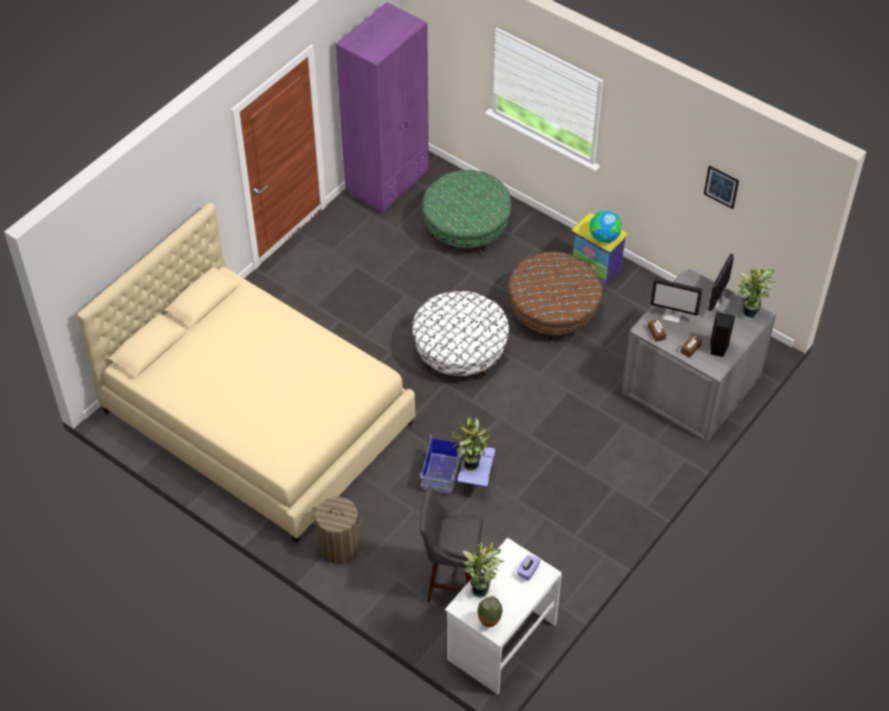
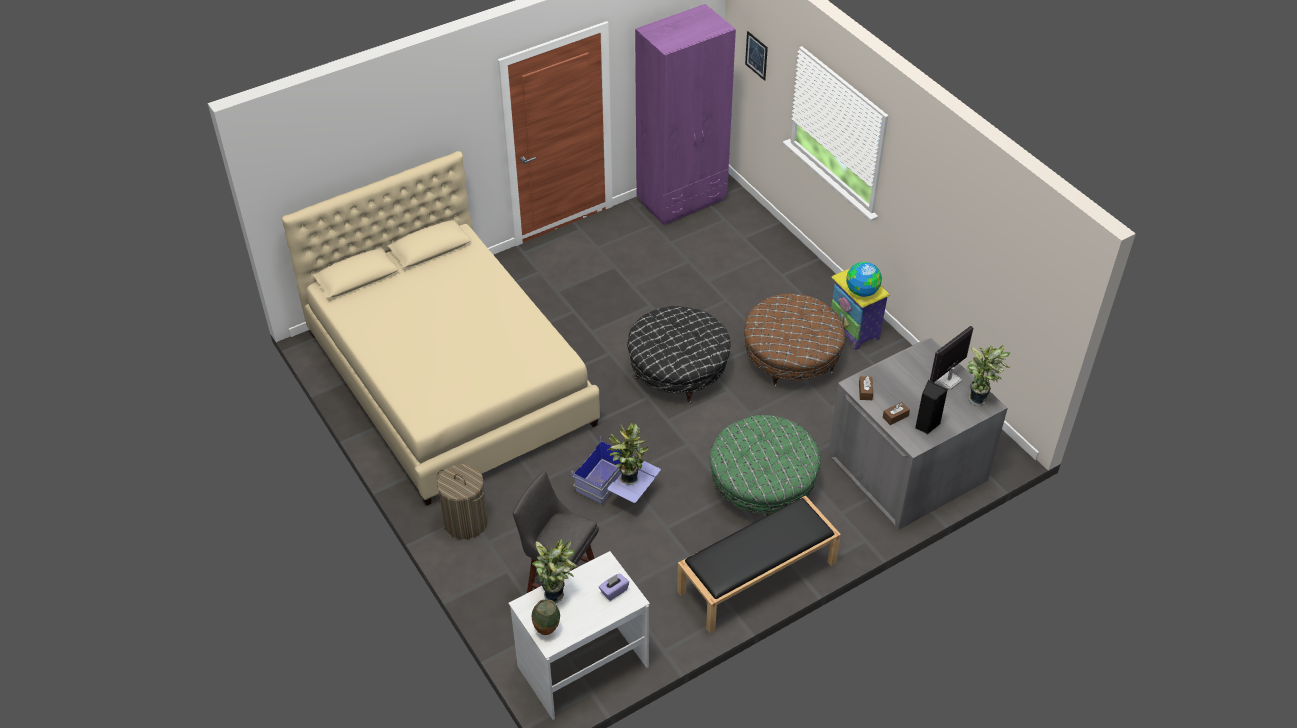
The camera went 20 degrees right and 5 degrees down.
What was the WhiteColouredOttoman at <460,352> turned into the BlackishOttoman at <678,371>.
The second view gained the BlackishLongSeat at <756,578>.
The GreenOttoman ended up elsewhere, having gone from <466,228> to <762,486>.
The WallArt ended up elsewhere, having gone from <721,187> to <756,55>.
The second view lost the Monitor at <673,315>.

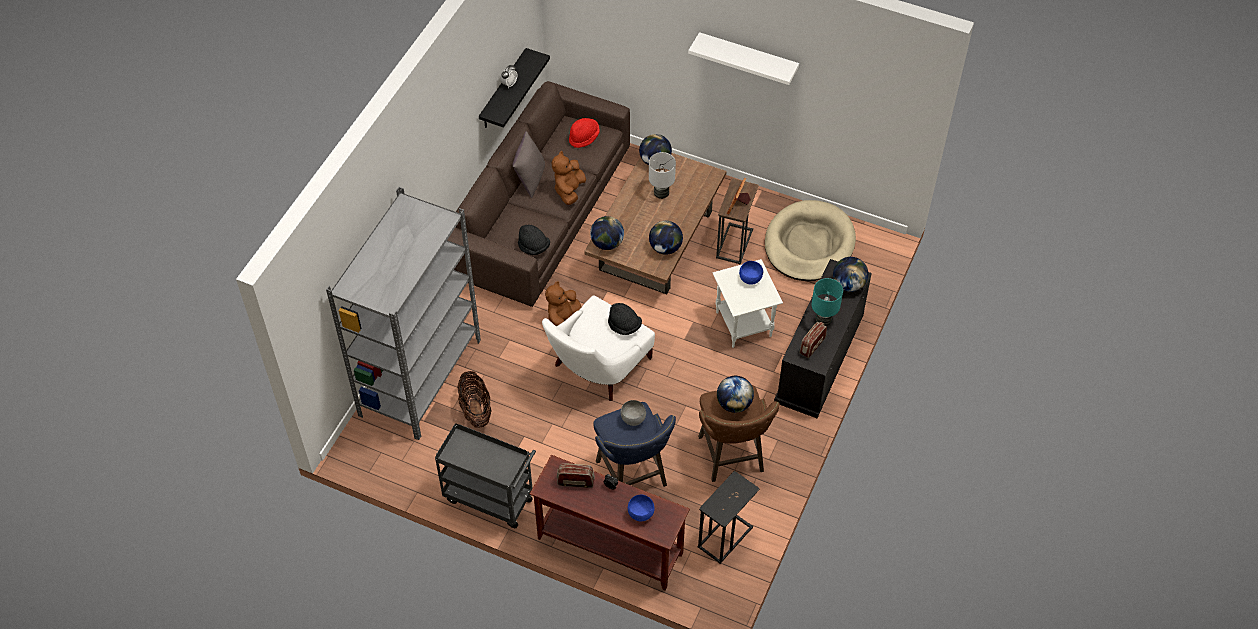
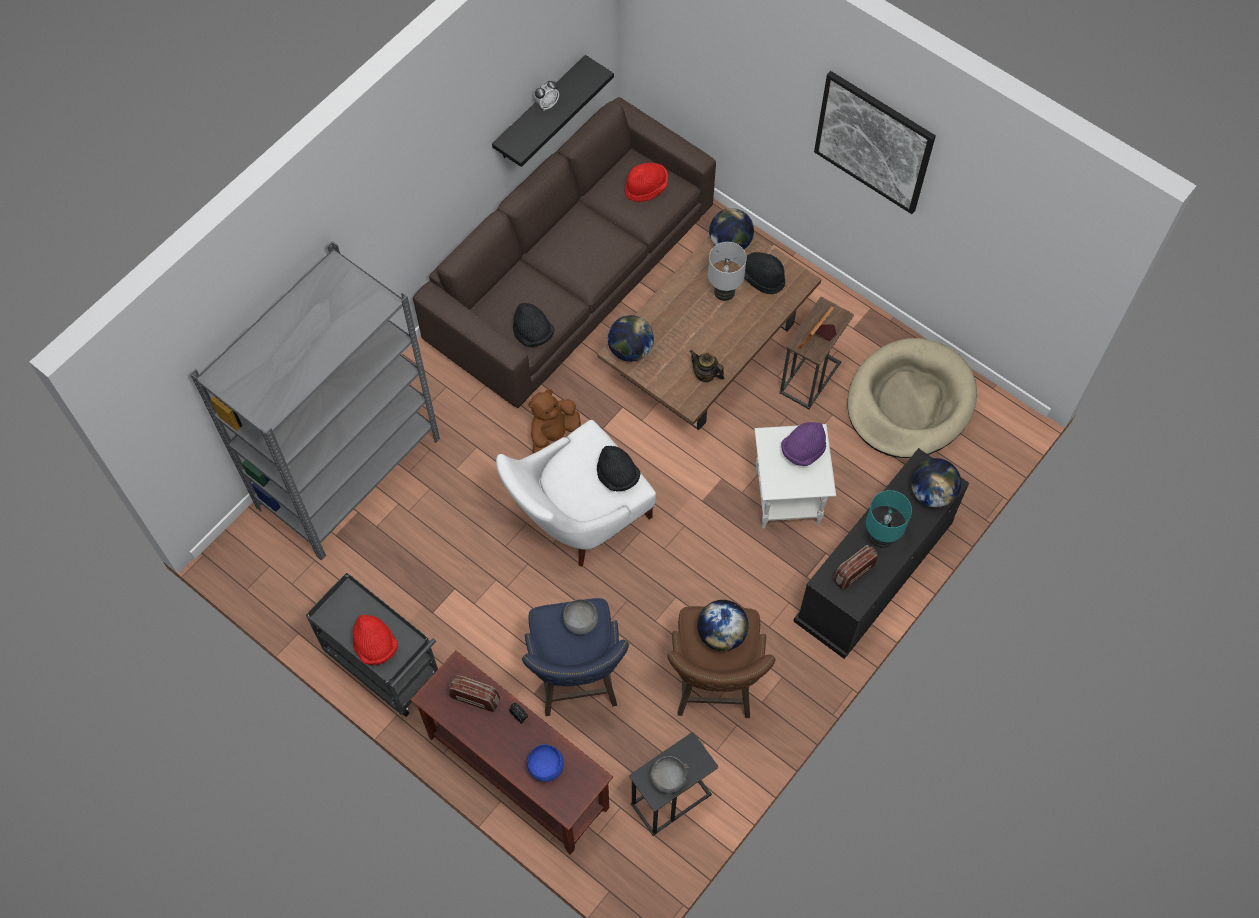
The camera went 15 degrees right and 10 degrees up.
The second view gained the RedClothingHat at <375,645>.
The second view gained the GreyishDeepDish at <669,779>.
Where the Globe stood at <665,248>, the TeaPot came to stand at <705,374>.
The second view gained the BlackishClothingHat at <763,278>.
Where the BlueColouredDeepDish stood at <751,279>, the PurplishClothingHat came to stand at <803,450>.
Where the WhiteColouredWallShelf hung at <748,57>, the WallArt came to hang at <873,142>.
The second view lost the Basket at <476,410>.
The second view lost the GreyishThrowPillow at <530,180>.
The second view lost the BrownColouredSoftToy at <569,190>.

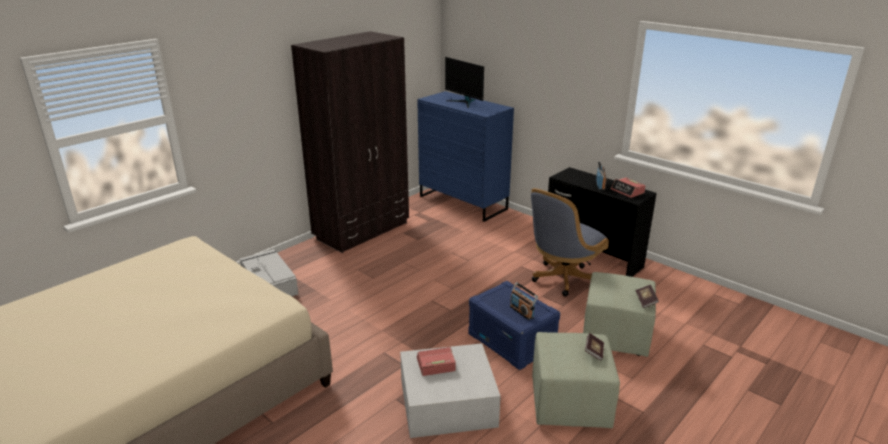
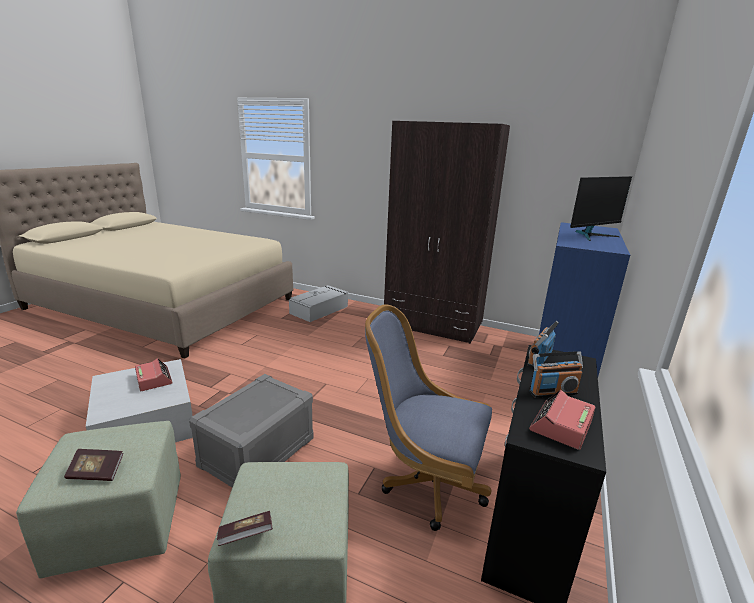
The camera went 70 degrees right and 5 degrees down.
What was the BlueColouredStorageBin at <512,341> turned into the GreyishStorageBin at <258,452>.
The RadioSet ended up elsewhere, having gone from <522,312> to <539,359>.
The Monitor at <464,102> ended up facing another way, 150 degrees counterclockwise from before.

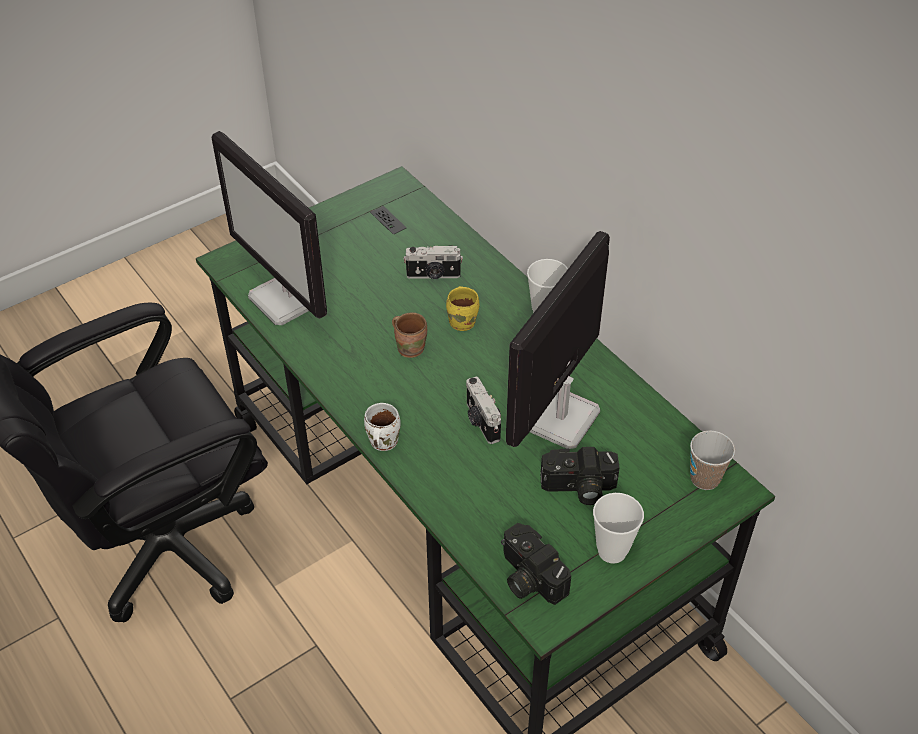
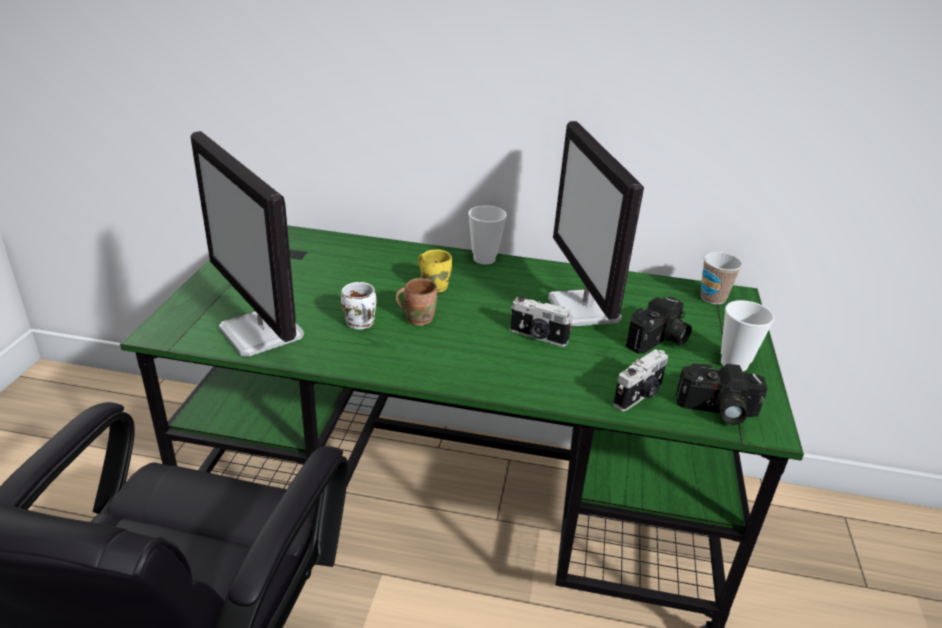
The camera went 45 degrees left and 15 degrees down.
The Monitor at <287,299> ended up facing another way, 45 degrees clockwise from before.
The WhiteColouredTeaMug ended up elsewhere, having gone from <381,442> to <359,324>.
The StillCamera ended up elsewhere, having gone from <433,275> to <639,396>.

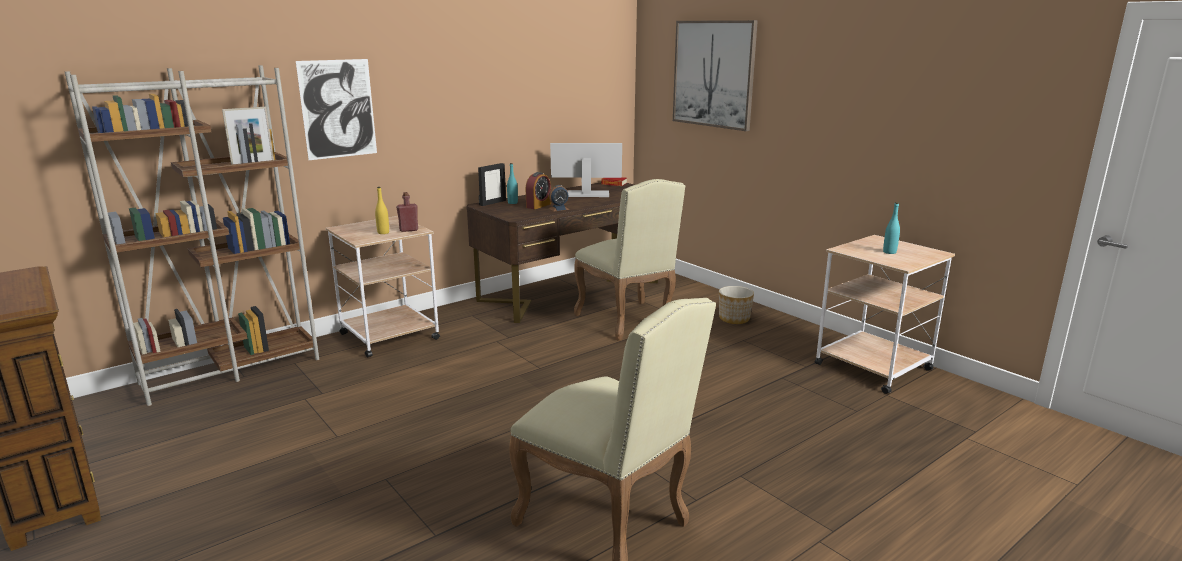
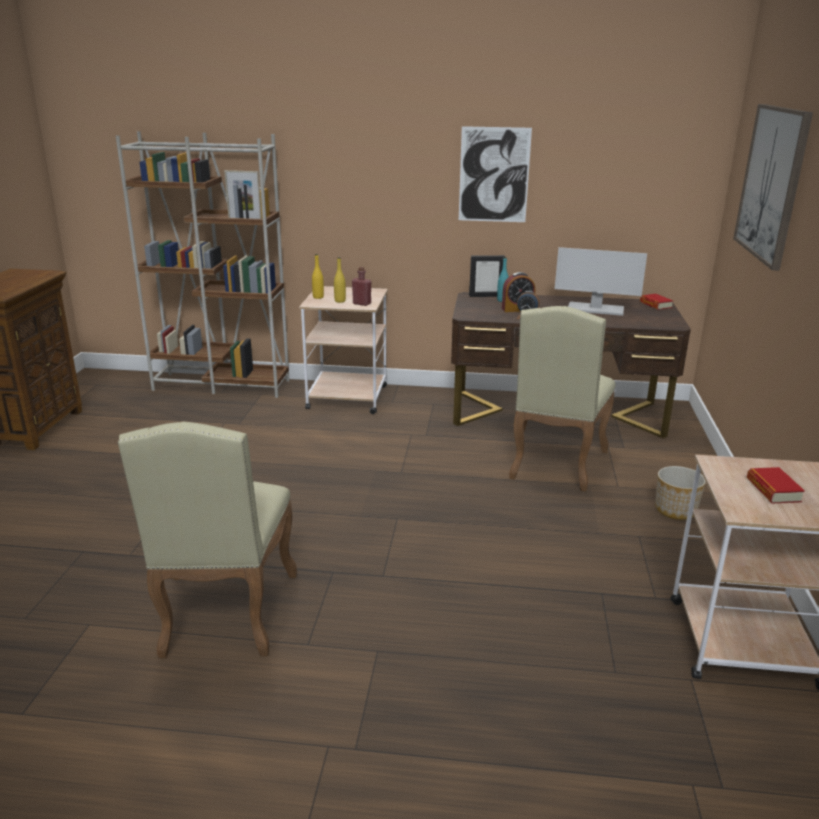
The camera went 45 degrees right and 5 degrees up.
The second view gained the YellowishBottle at <318,297>.
The WallArt ended up elsewhere, having gone from <338,109> to <494,175>.
The Monitor at <586,194> ended up facing another way, 150 degrees clockwise from before.
Where the BlueGreenBottle stood at <889,252>, the Volume came to stand at <773,490>.

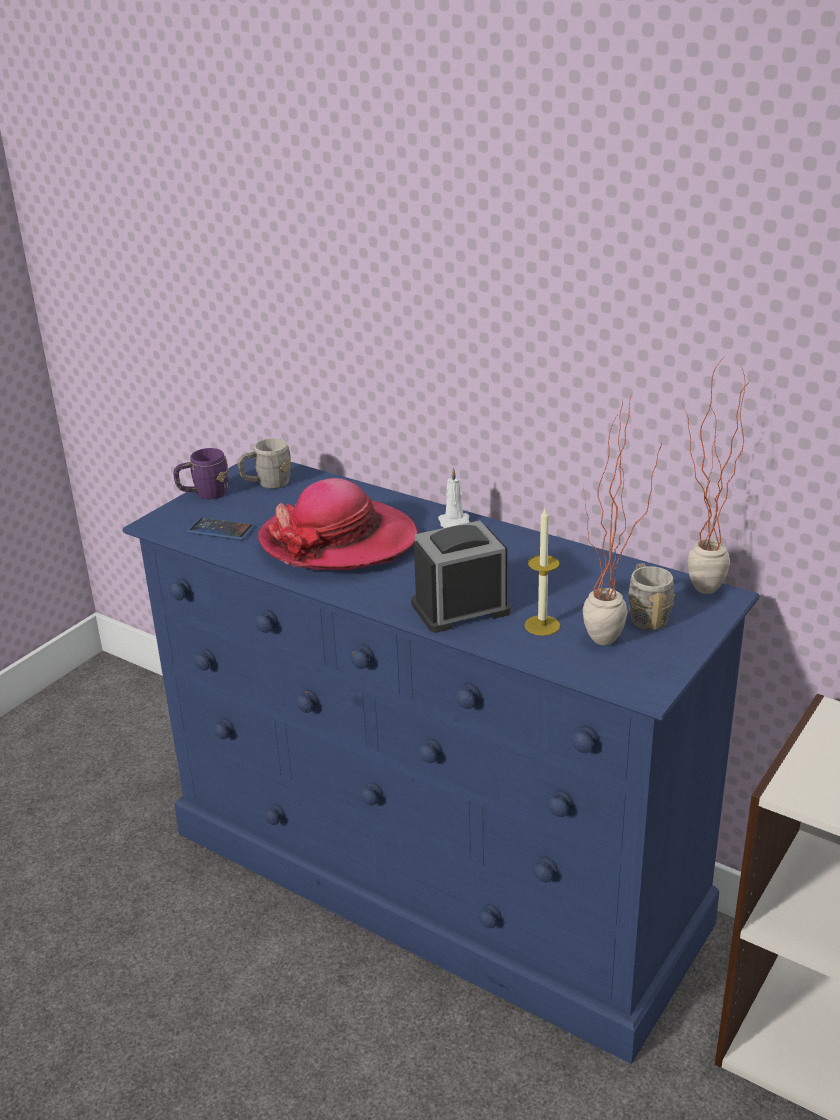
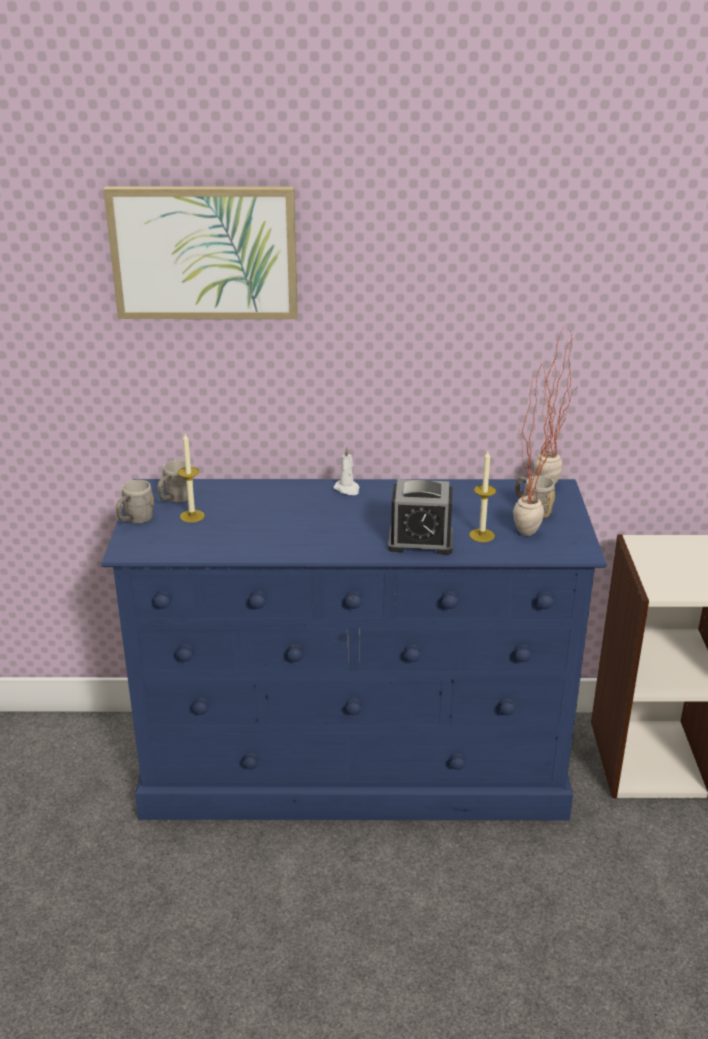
The camera went 35 degrees left and 0 degrees up.
The second view gained the WallArt at <204,252>.
What was the PurplishTeaMug at <204,494> turned into the GreyishTeaMug at <135,520>.
The second view gained the WaxCandle at <192,516>.
The BedsideClock at <460,608> ended up facing another way, 120 degrees counterclockwise from before.
The second view lost the Telephone at <221,530>.
The second view lost the ClothingHat at <338,541>.

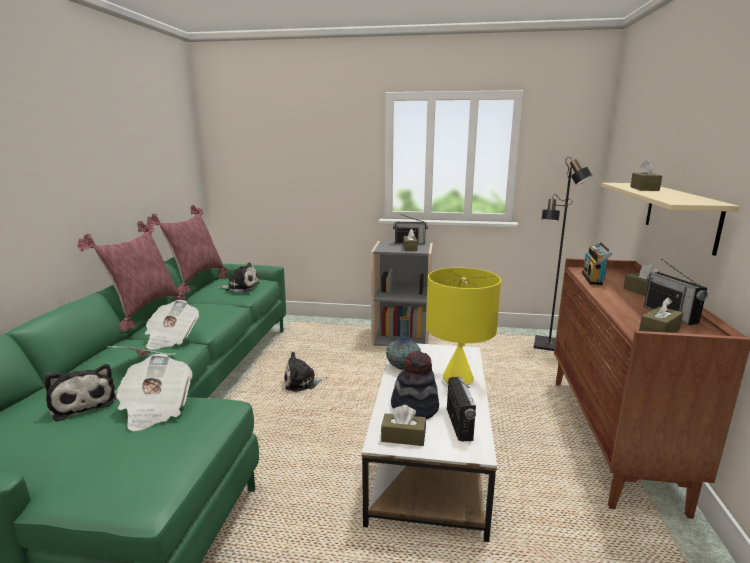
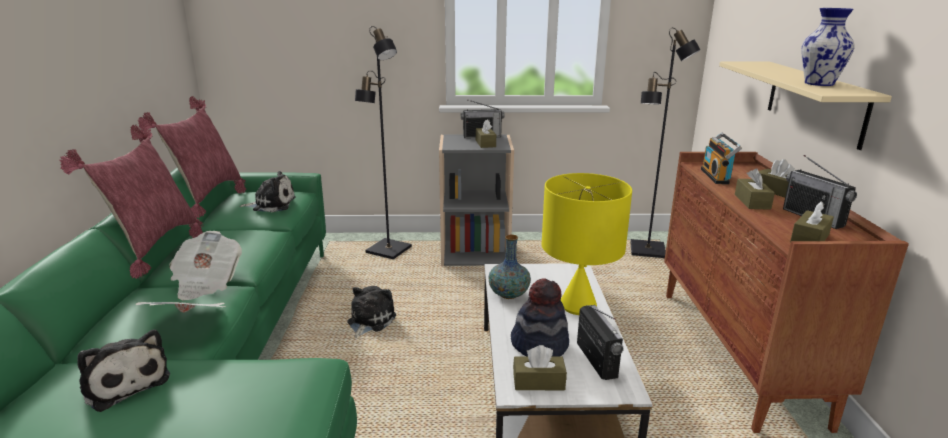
The camera went 10 degrees left and 5 degrees up.
The SoftToy at <302,382> ended up facing another way, 135 degrees clockwise from before.
The second view gained the BlackishStandingLamp at <388,250>.
The BrownColouredTissueHolder ended up elsewhere, having gone from <644,189> to <752,202>.
The second view gained the FlowerVase at <820,83>.
The second view lost the Newspaper at <155,408>.

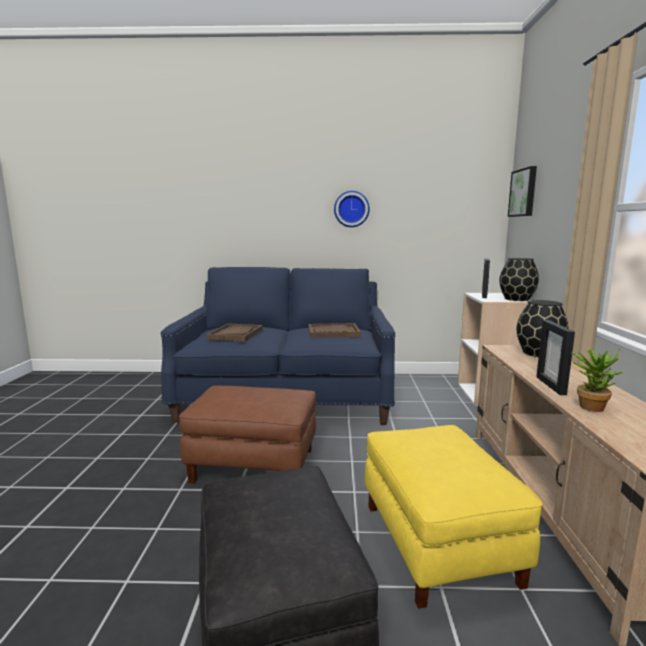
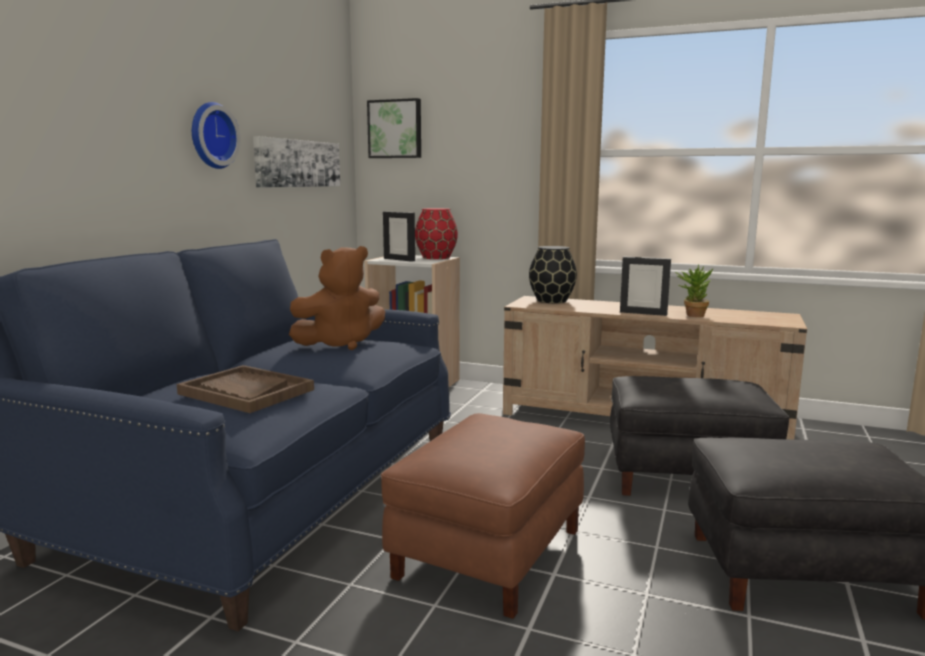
The camera went 70 degrees left and 0 degrees up.
The second view gained the WallArt at <298,163>.
Where the BrownColouredServingTray stood at <333,332>, the BrownColouredSoftToy came to stand at <341,343>.
What was the BlackishFlowerVase at <516,299> turned into the RedFlowerVase at <435,257>.
What was the YellowishOttoman at <436,542> turned into the BlackishOttoman at <686,477>.

